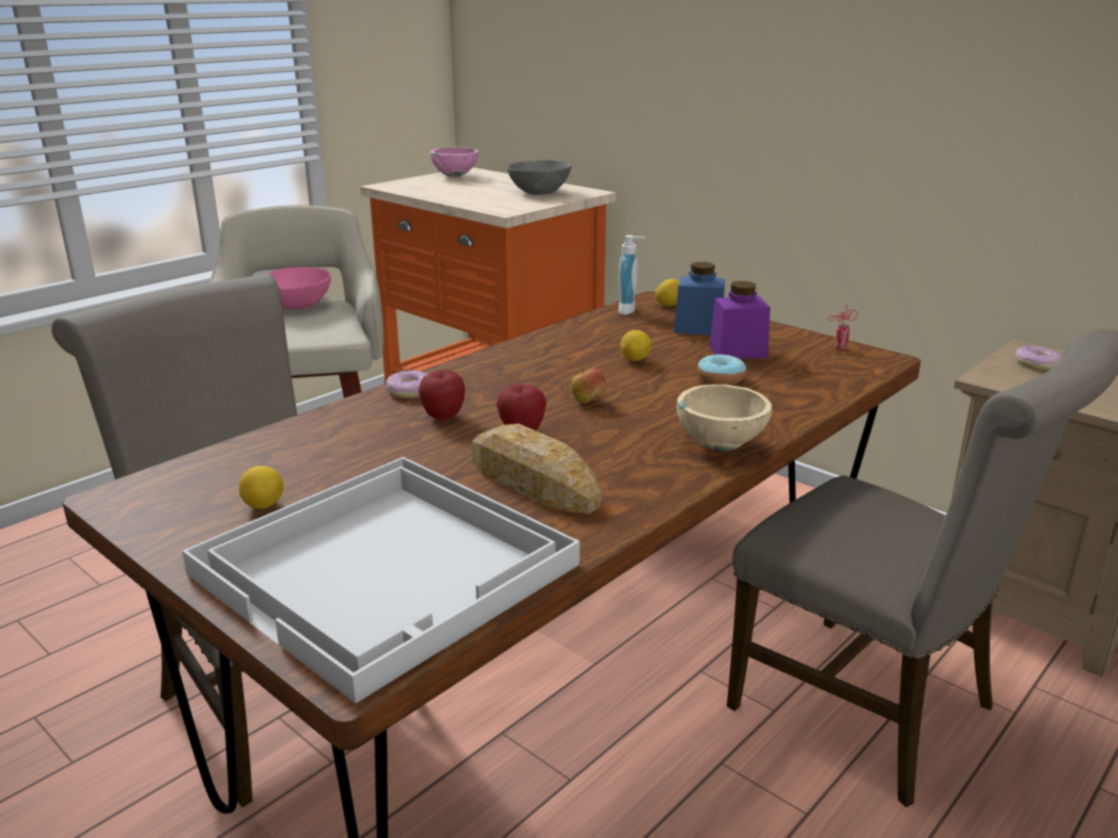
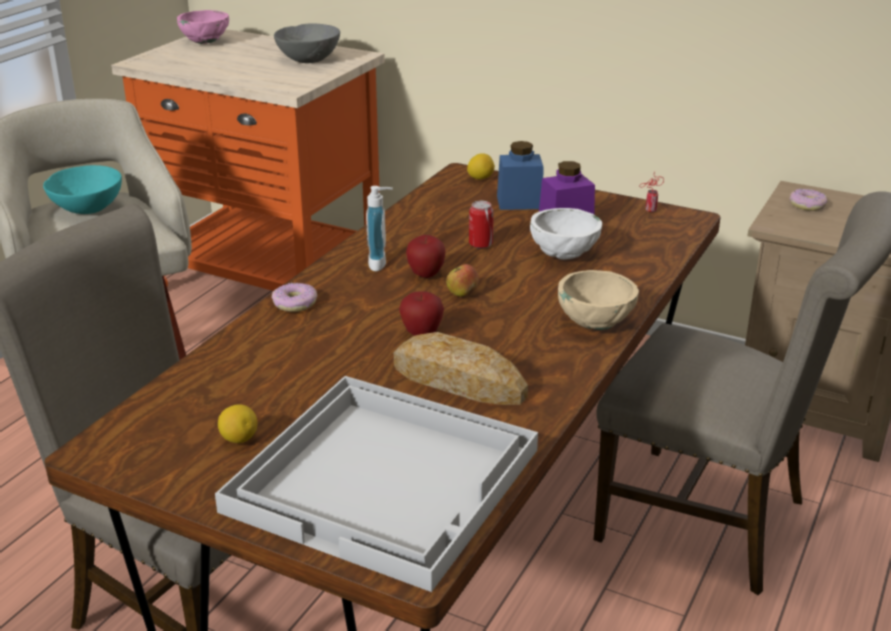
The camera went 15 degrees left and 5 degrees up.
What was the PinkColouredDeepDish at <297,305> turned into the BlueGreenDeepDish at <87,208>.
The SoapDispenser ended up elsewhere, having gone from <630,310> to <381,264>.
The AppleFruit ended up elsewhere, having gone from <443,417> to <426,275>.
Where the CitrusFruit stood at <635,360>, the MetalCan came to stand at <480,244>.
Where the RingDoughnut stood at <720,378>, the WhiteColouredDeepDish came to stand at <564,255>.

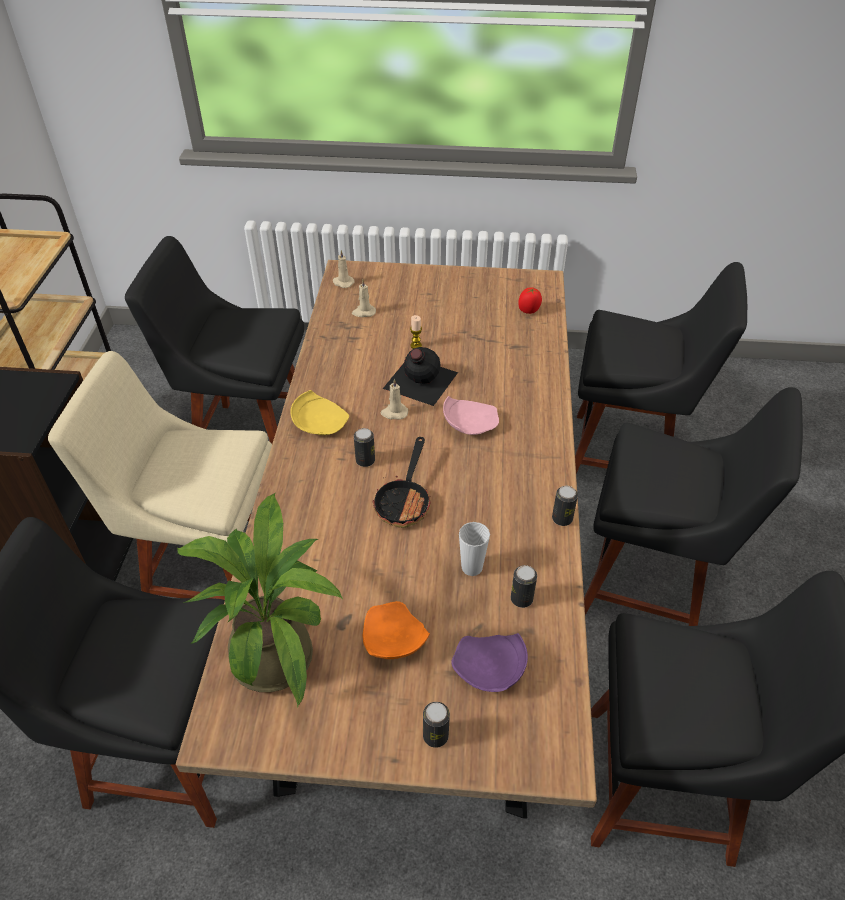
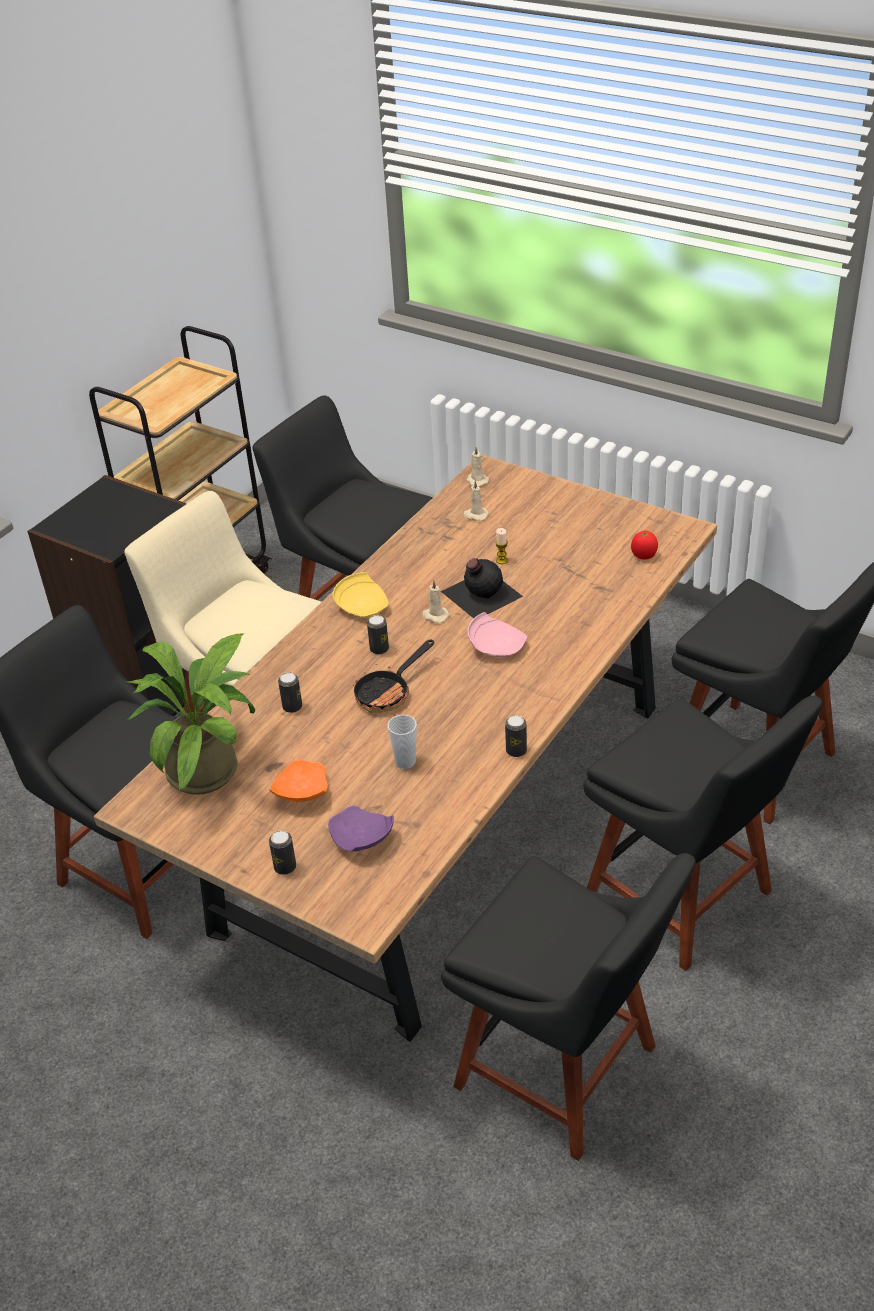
The camera went 30 degrees right and 5 degrees down.
The MetalCan ended up elsewhere, having gone from <521,599> to <292,707>.

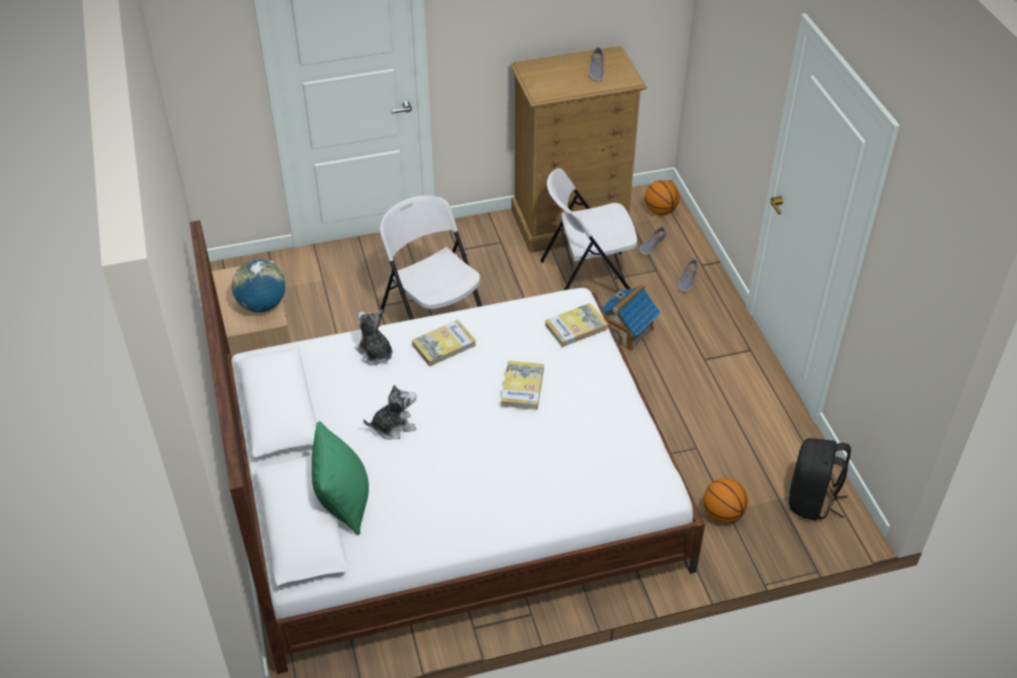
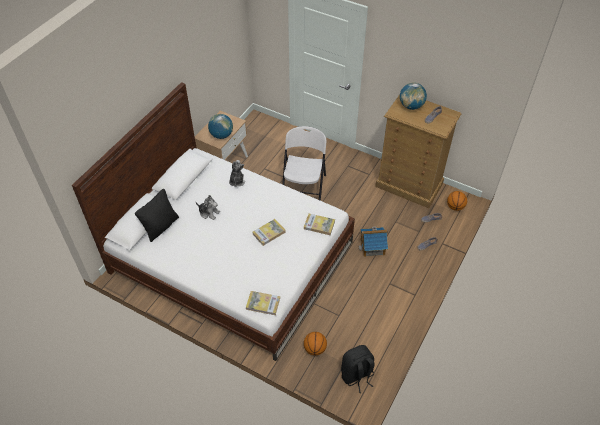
The camera went 45 degrees right and 5 degrees up.
What was the GreenThrowPillow at <344,502> turned into the BlackishThrowPillow at <161,227>.
The Volume ended up elsewhere, having gone from <444,345> to <263,304>.
The second view gained the Globe at <411,106>.
The second view lost the WhiteColouredPlainChair at <587,280>.

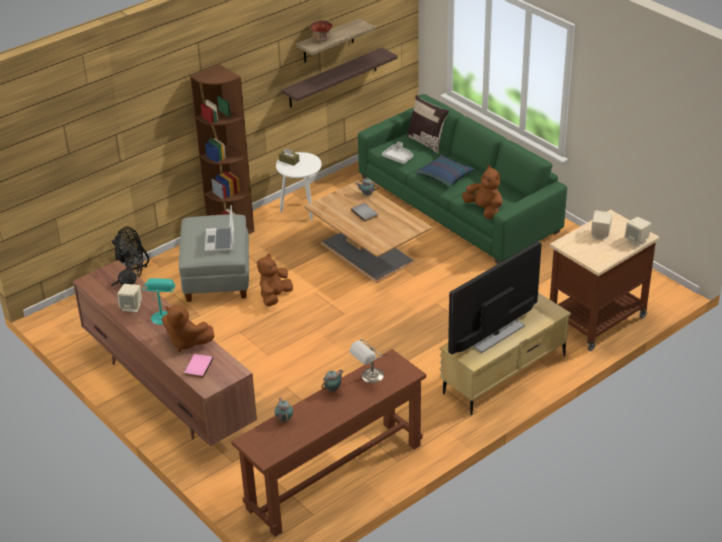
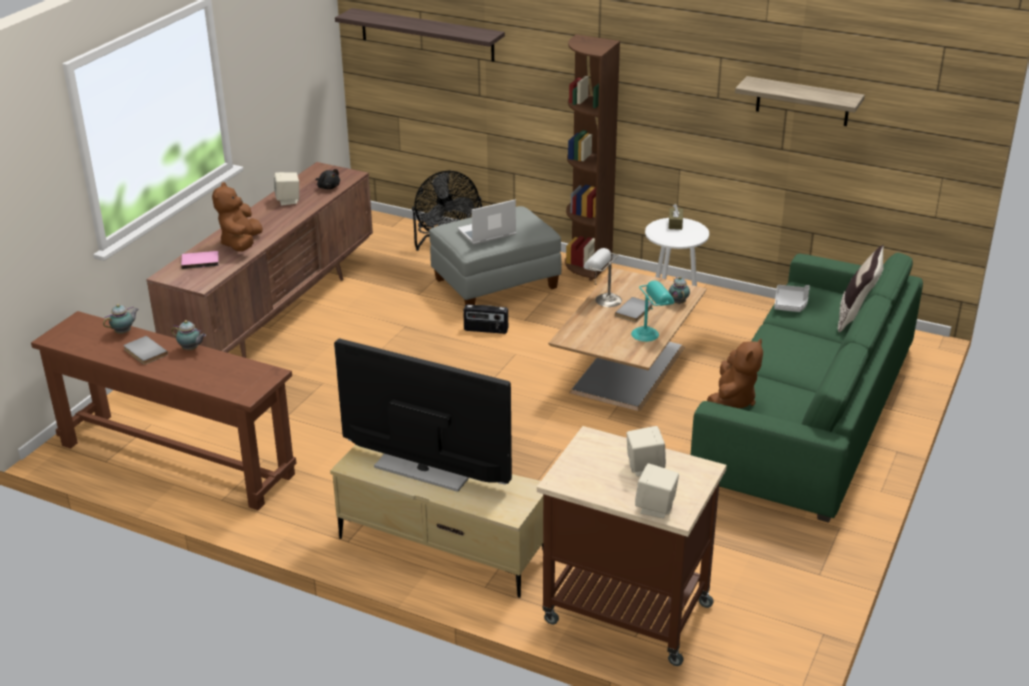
The camera went 65 degrees right and 5 degrees down.
The second view gained the GreyishVolume at <144,352>.
The WallShelf ended up elsewhere, having gone from <333,78> to <427,34>.
Where the BrownColouredSoftToy stood at <275,297>, the RadioSet came to stand at <486,330>.
The WhiteColouredLampForATable ended up elsewhere, having gone from <369,377> to <603,299>.
The BlueGreenLampForATable ended up elsewhere, having gone from <162,314> to <650,332>.
The second view lost the DeepDish at <321,39>.
The second view lost the BlueColouredThrowPillow at <445,176>.

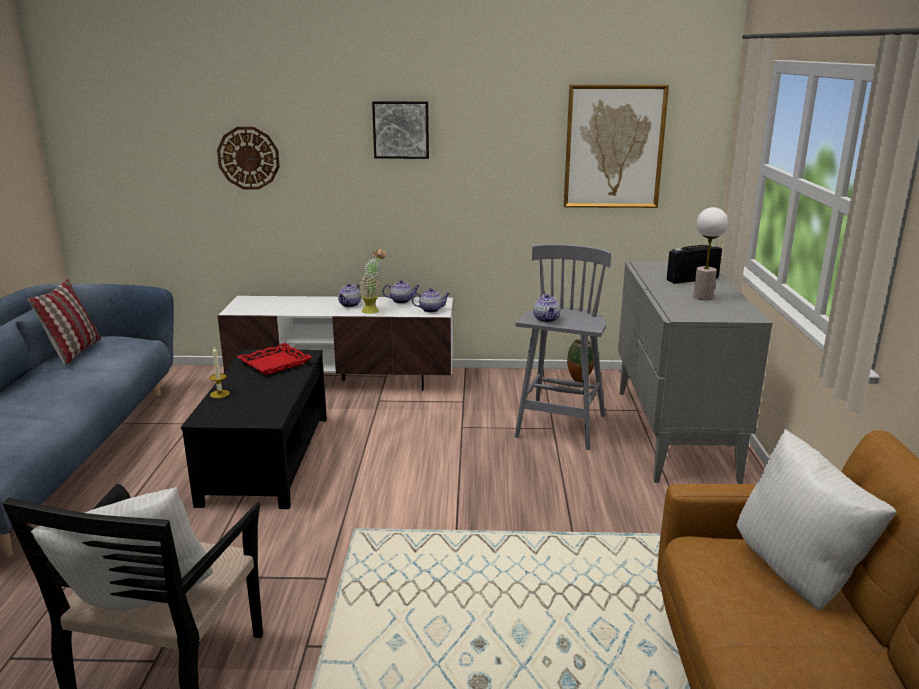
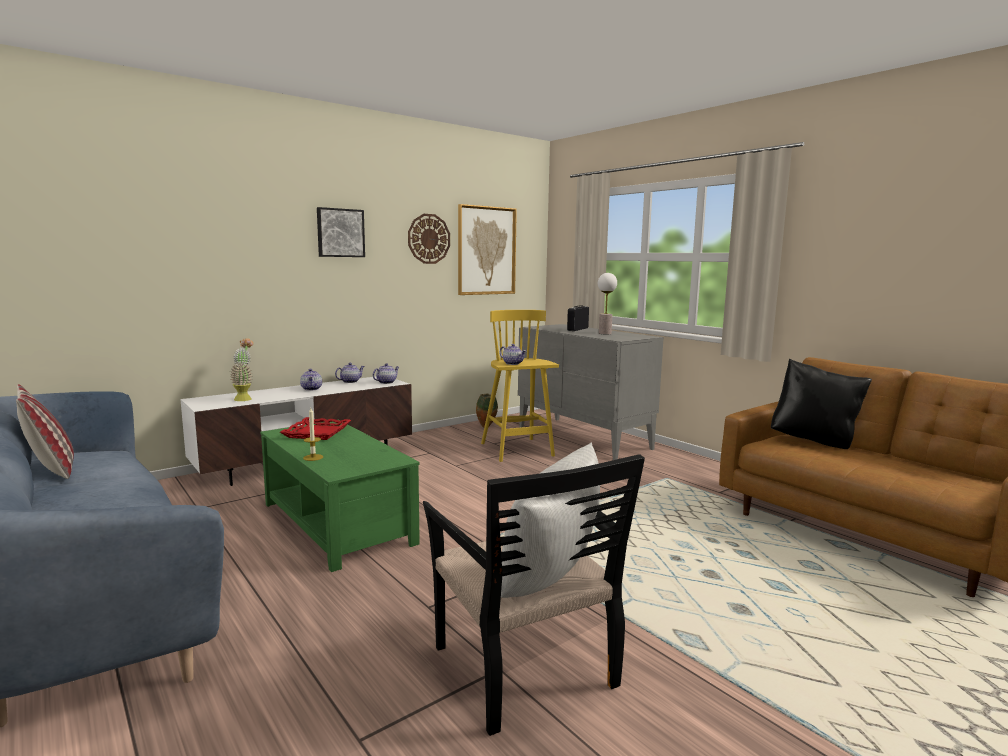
The camera went 40 degrees left and 10 degrees down.
The PottedPlant ended up elsewhere, having gone from <373,310> to <245,398>.
What was the BlackishCoffeeTable at <265,458> turned into the GreenCoffeeTable at <335,523>.
The WallClock ended up elsewhere, having gone from <248,158> to <428,239>.
What was the GreyishSittingStool at <560,427> turned into the YellowishSittingStool at <518,450>.
What was the WhiteColouredThrowPillow at <797,574> turned into the BlackishThrowPillow at <814,442>.

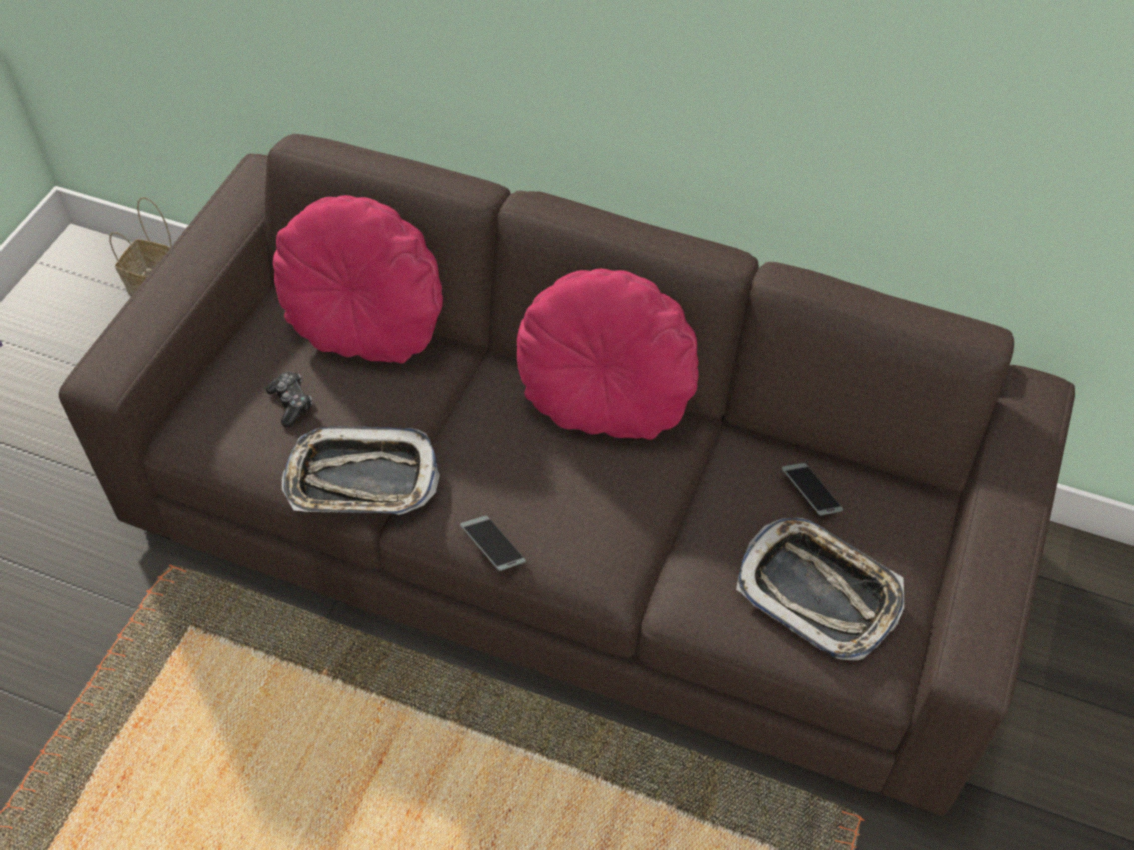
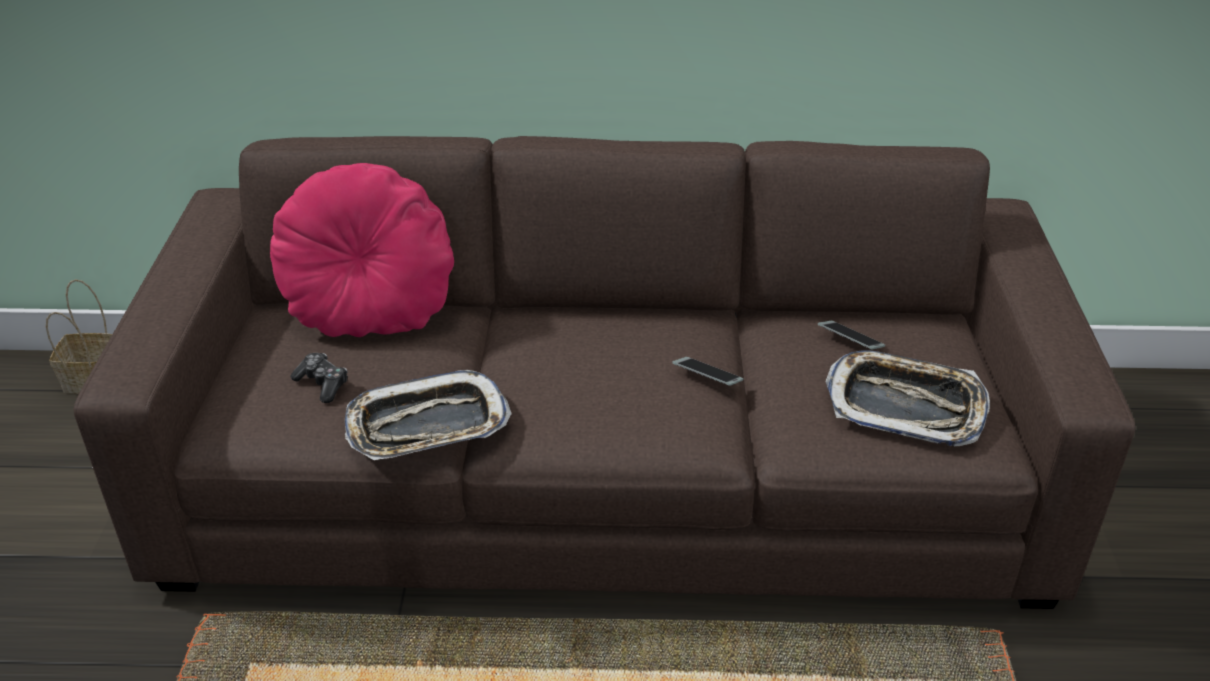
The camera went 20 degrees left and 15 degrees down.
The Telephone ended up elsewhere, having gone from <493,547> to <707,377>.
The second view lost the PinkColouredThrowPillow at <605,409>.

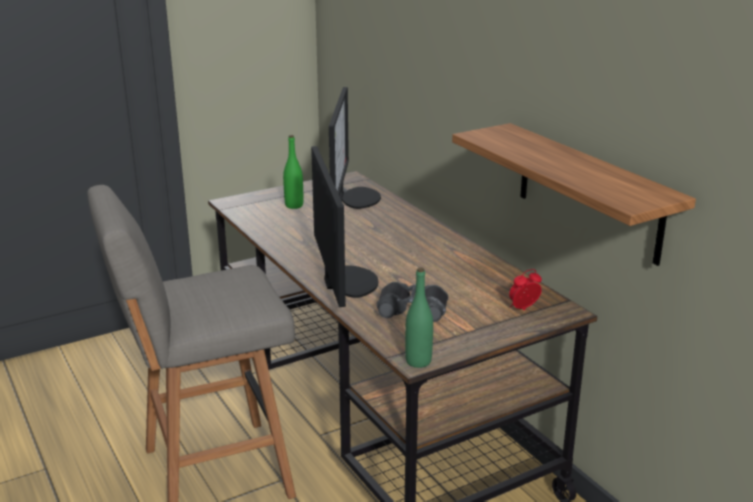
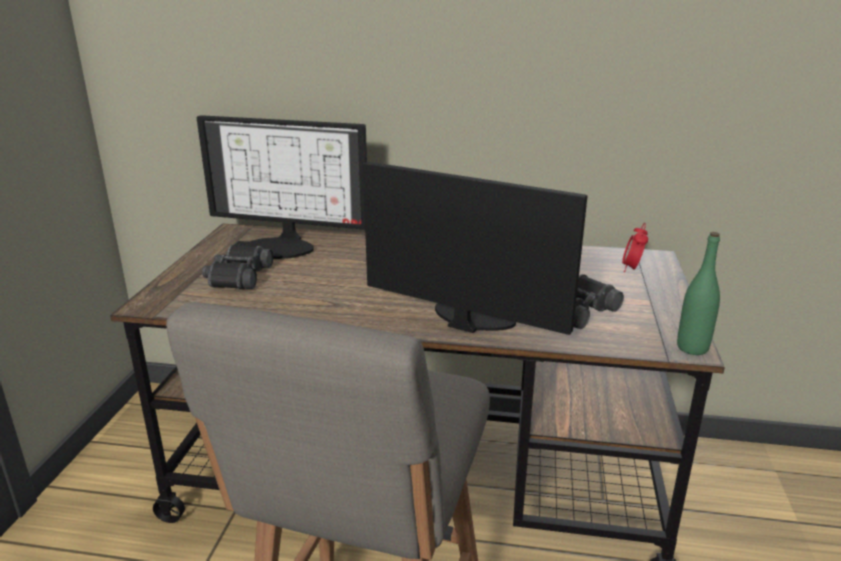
The camera went 50 degrees left and 0 degrees up.
The Monitor at <354,197> ended up facing another way, 150 degrees clockwise from before.
Where the GreenBottle stood at <294,205>, the BlackishPairOfBinoculars came to stand at <237,276>.
The second view lost the WallShelf at <588,192>.

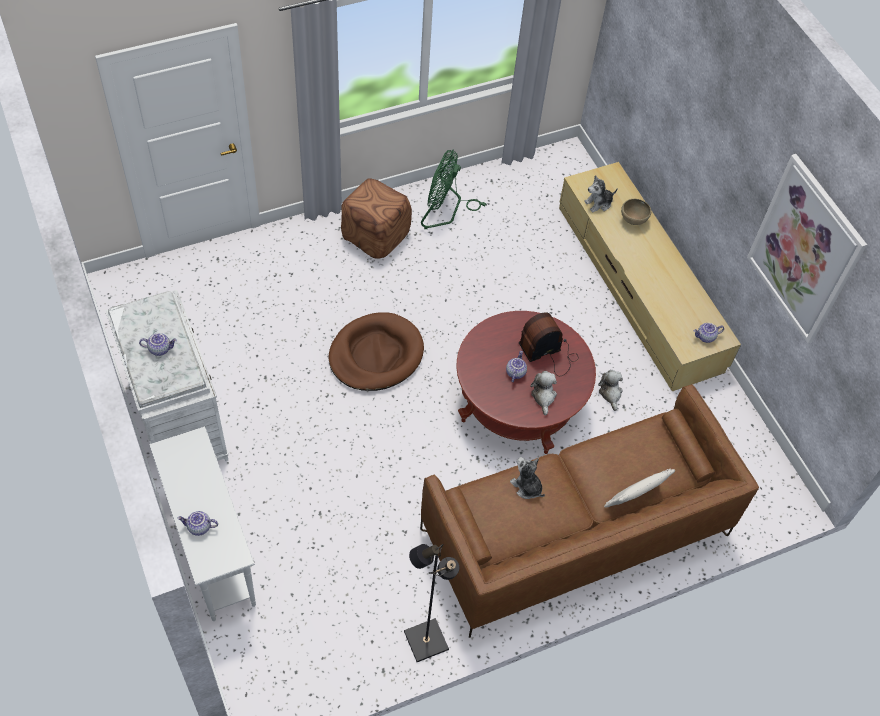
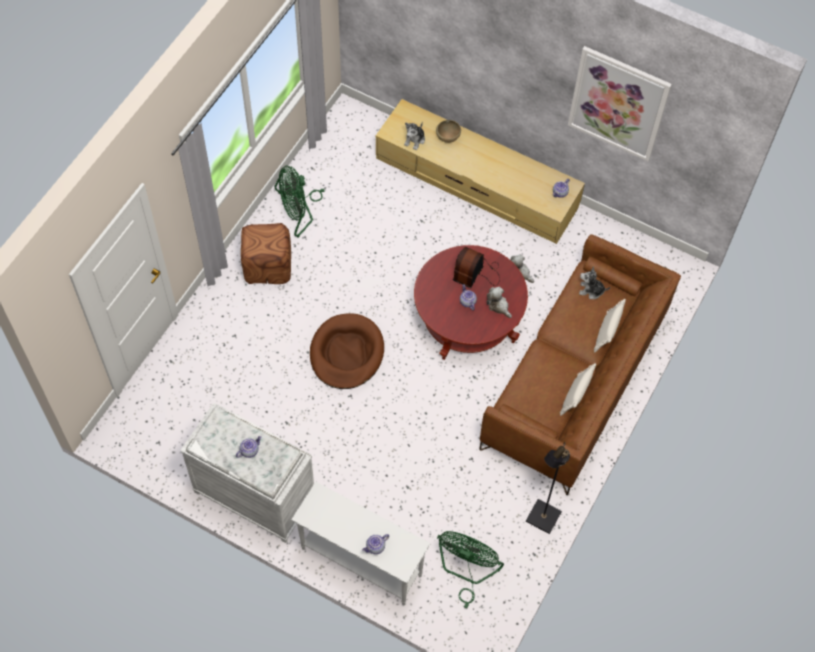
The camera went 35 degrees left and 5 degrees up.
The second view gained the GreenFan at <466,569>.
The second view gained the WhiteColouredThrowPillow at <575,396>.
The SoftToy ended up elsewhere, having gone from <526,487> to <591,290>.

